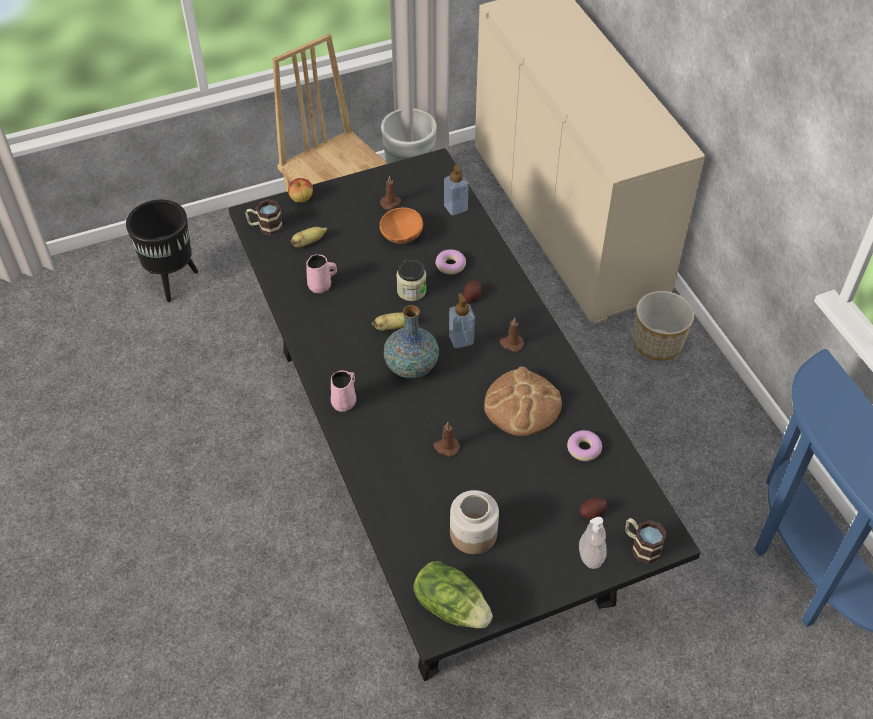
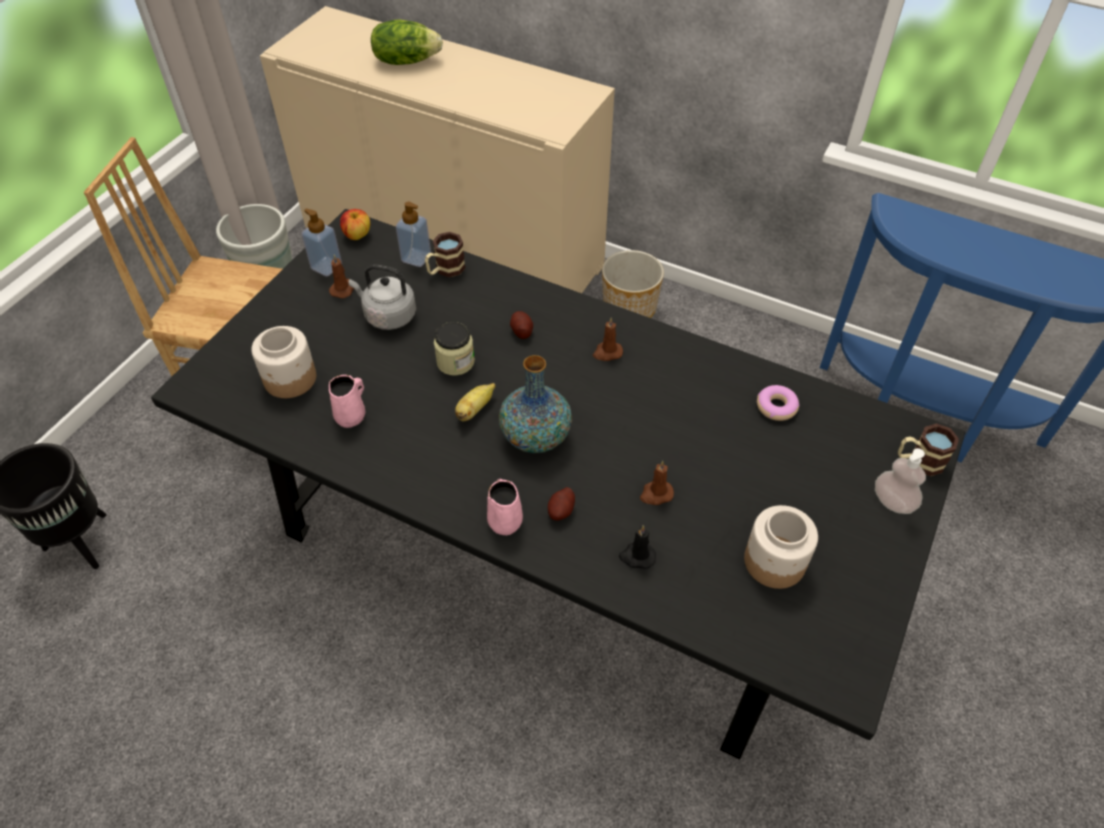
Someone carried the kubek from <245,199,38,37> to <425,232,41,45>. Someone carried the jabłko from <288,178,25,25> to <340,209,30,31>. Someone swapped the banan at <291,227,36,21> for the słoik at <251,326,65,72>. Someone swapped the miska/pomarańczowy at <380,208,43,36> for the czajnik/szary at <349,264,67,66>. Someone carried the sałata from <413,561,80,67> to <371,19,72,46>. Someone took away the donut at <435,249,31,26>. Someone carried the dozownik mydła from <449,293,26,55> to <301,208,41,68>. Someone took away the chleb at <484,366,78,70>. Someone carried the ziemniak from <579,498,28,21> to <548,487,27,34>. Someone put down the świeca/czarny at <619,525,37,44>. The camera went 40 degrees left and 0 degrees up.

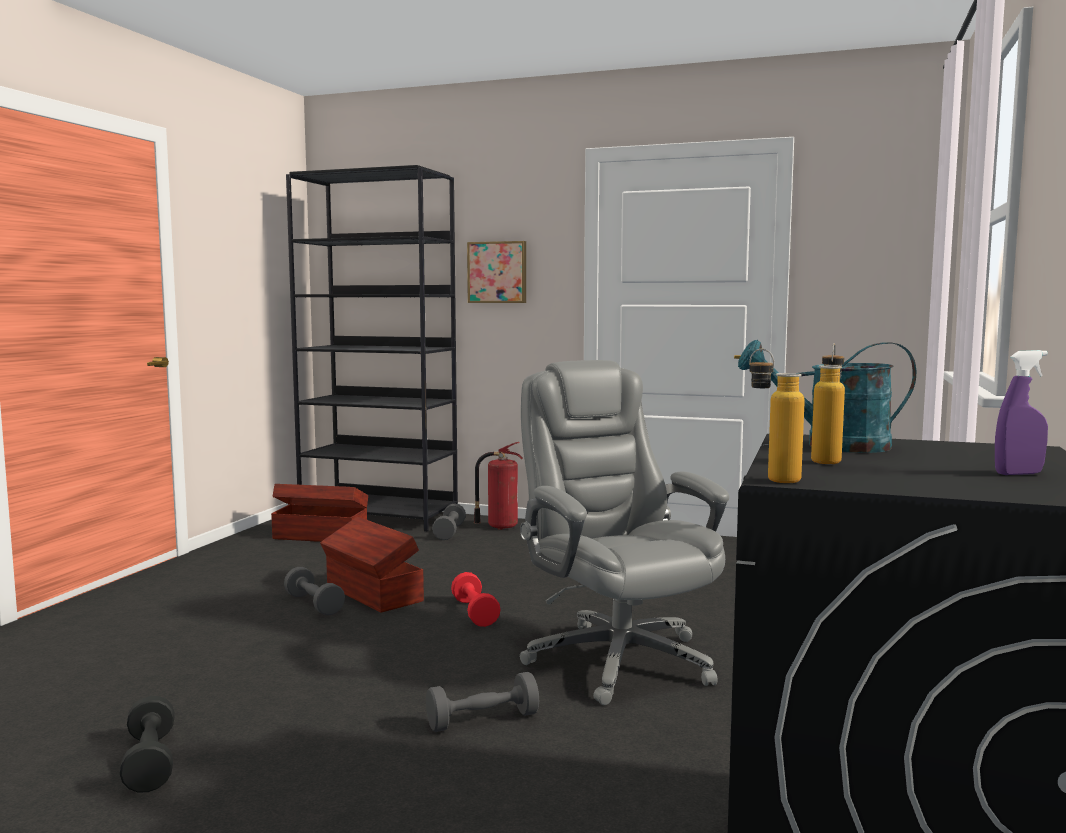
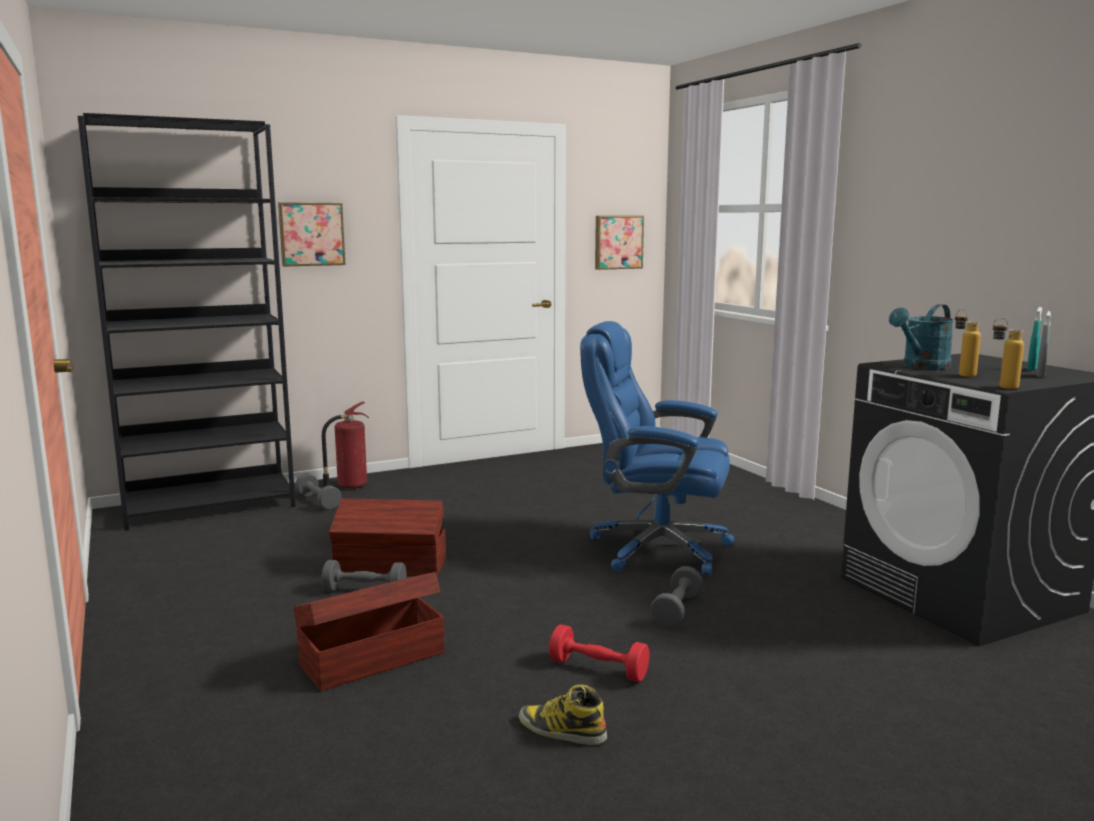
Someone swapped the hantel/czarny at <120,696,55,96> for the but z cholewką at <519,685,88,60>. Someone carried the pojemnik do przechowywania/brązowy from <271,484,97,58> to <293,572,151,119>. Someone carried the hantel/czerwony from <451,572,50,55> to <549,624,101,58>. Someone repainted the krzesło biurowe/szary at <520,360,209,345>, which became the krzesło biurowe/niebieski at <580,321,155,255>. Someone repainted the spryskiwacz/fioletowy at <995,350,53,125>, which became the spryskiwacz/turkusowy at <1027,307,15,63>. Someone put up the obraz at <595,216,49,54>. Someone put down the spryskiwacz/szary at <1036,311,15,66>. The camera went 45 degrees left and 5 degrees up.

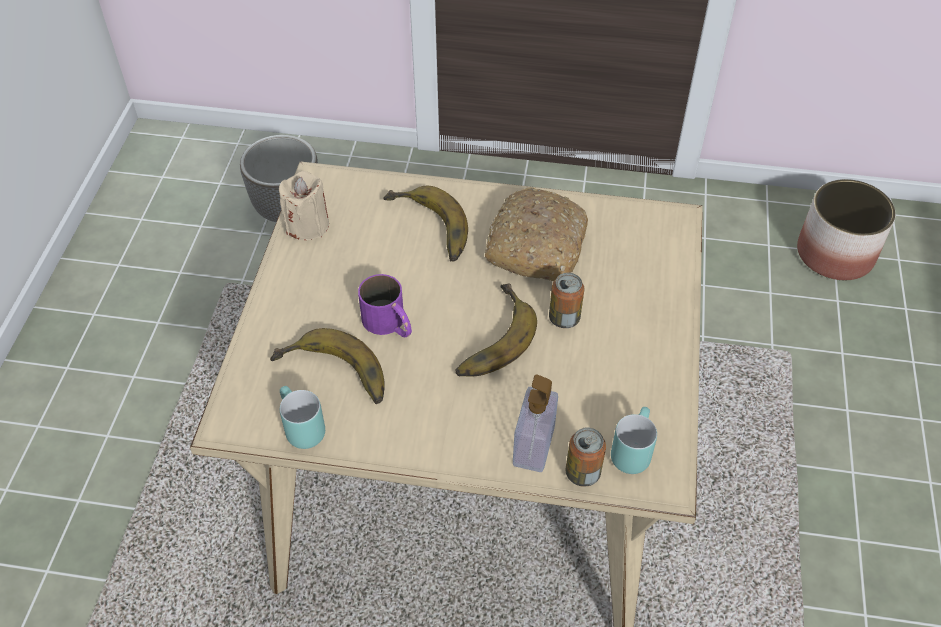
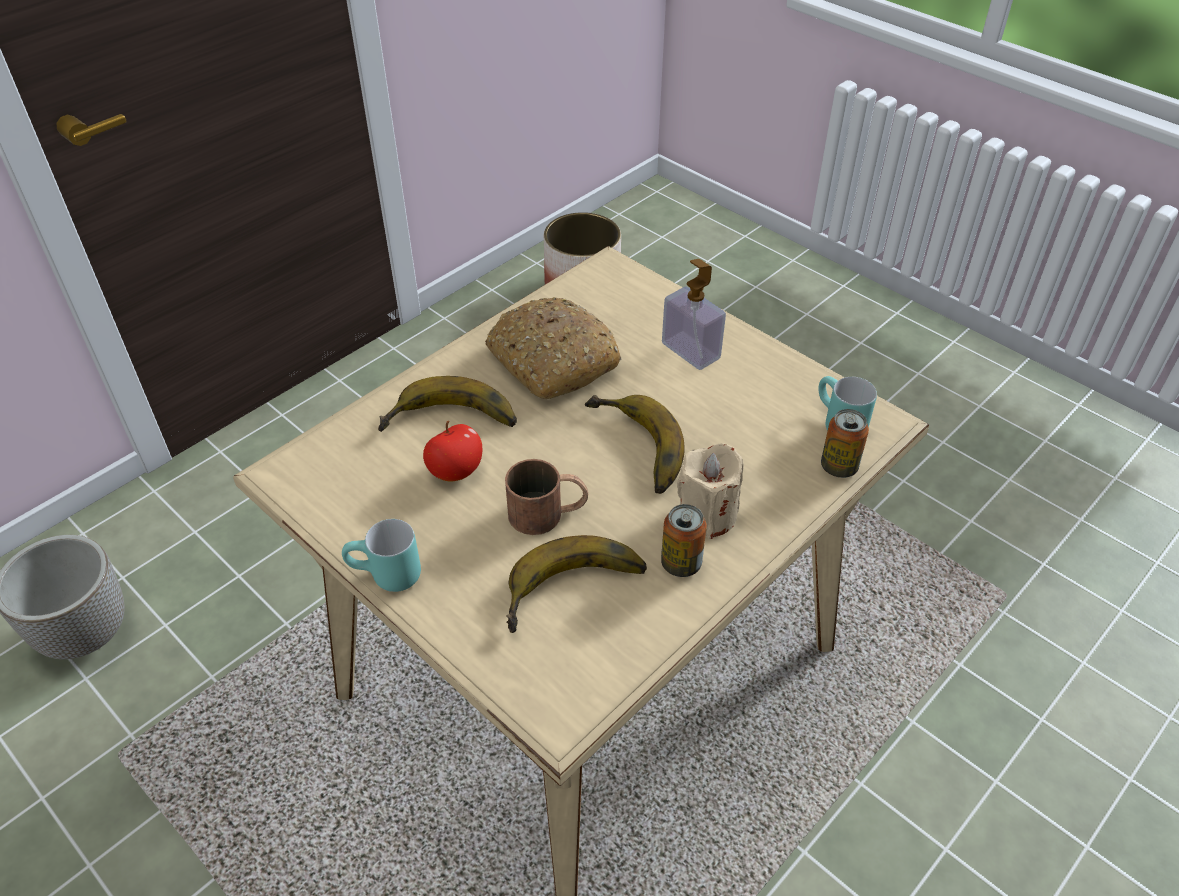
Someone carried the świeca/beżowy from <279,171,50,69> to <677,444,67,95>. Someone carried the kubek/turkusowy from <280,386,45,63> to <342,519,79,73>. Someone repainted the kubek/fioletowy at <358,274,54,63>, which became the kubek/brązowy at <505,459,83,76>. Someone carried the dozownik mydła from <513,374,45,98> to <662,259,64,111>. Someone carried the puszka from <549,273,35,55> to <661,504,46,73>. Someone put down the jabłko at <423,421,59,60>. The camera went 55 degrees left and 5 degrees down.

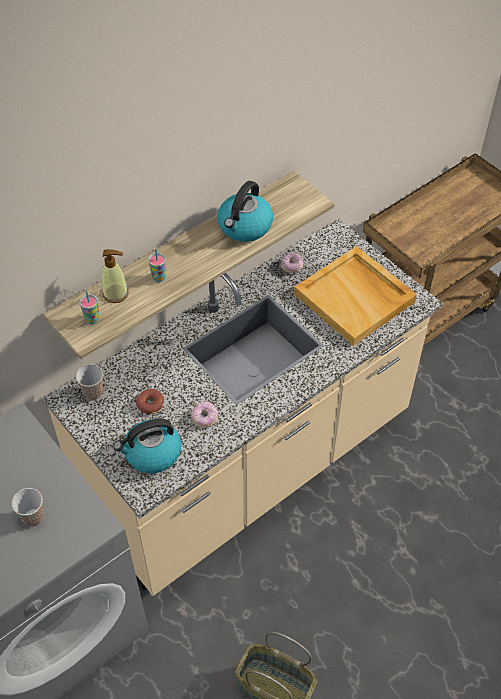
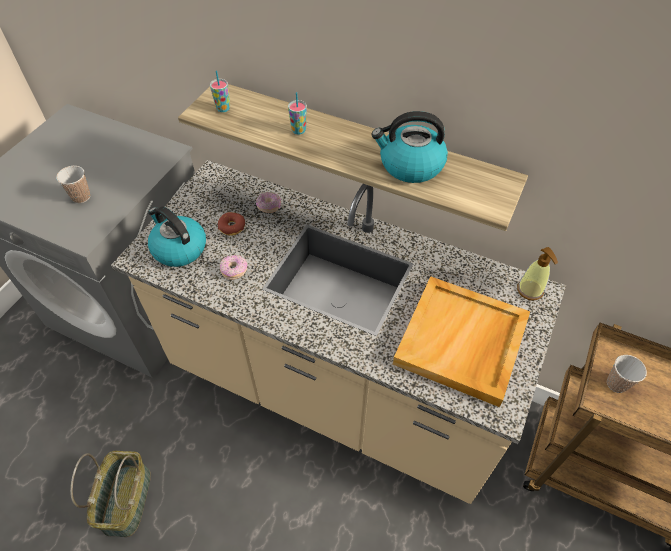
Someone carried the filiżanka from <76,364,27,37> to <607,355,40,38>. Someone carried the dozownik mydła from <102,249,27,54> to <517,247,41,54>. Someone carried the donut from <281,252,23,21> to <256,192,25,21>. The camera went 65 degrees right and 0 degrees up.

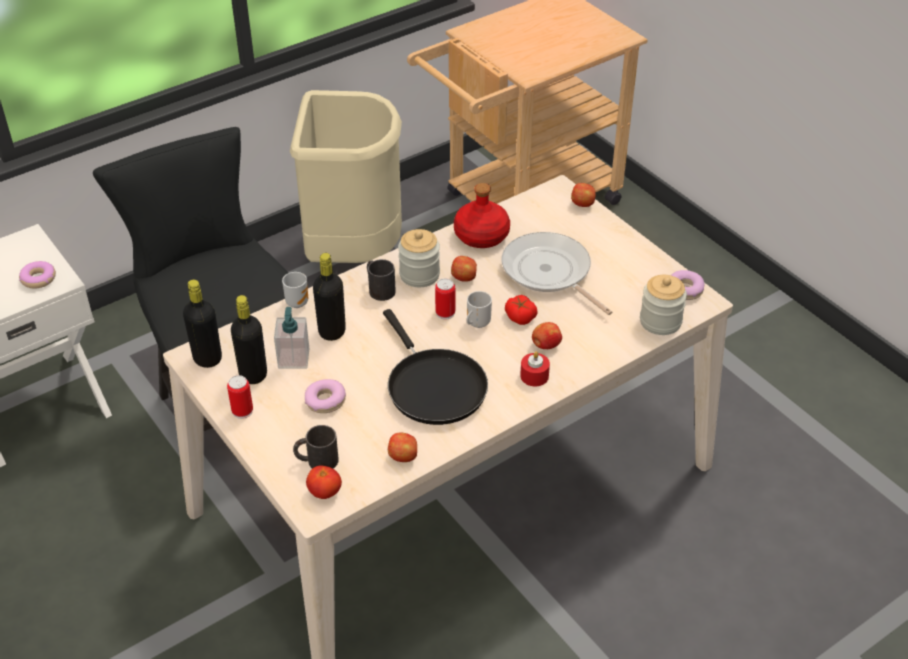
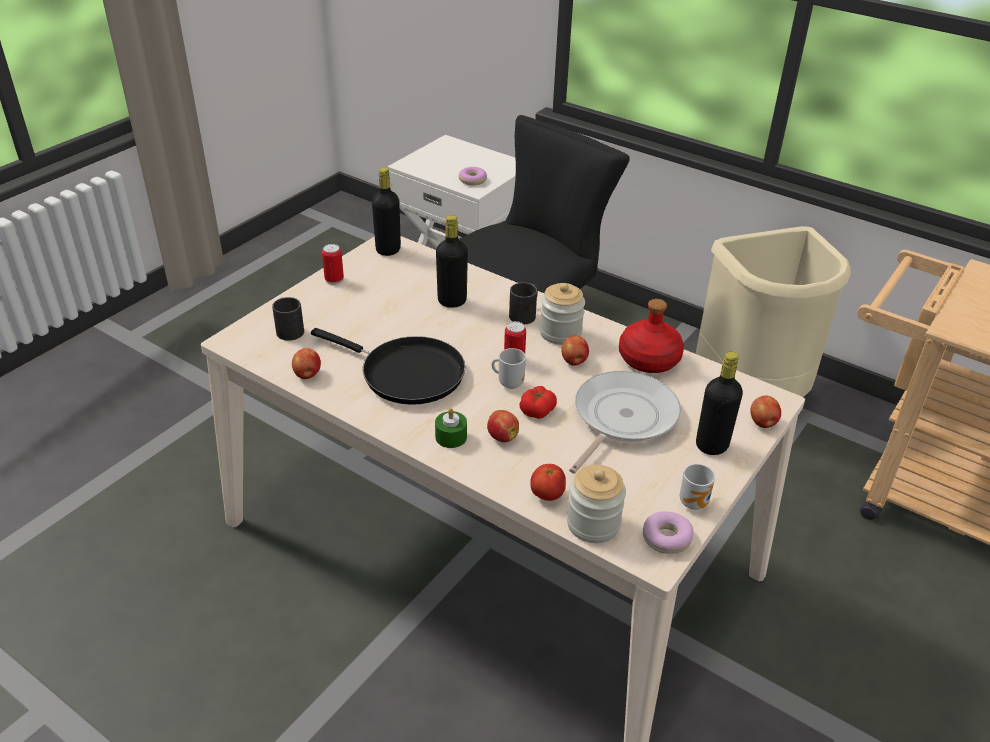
Someone carried the butelka/czarny from <231,295,36,89> to <696,352,47,103>. Someone took away the dozownik mydła at <274,307,35,62>. Someone carried the kubek from <282,272,26,36> to <680,464,35,46>. Someone took away the donut at <305,379,41,34>. Someone carried the pomidor from <306,465,36,34> to <530,464,36,37>. Someone rotated the patelnia/czarny at <383,309,105,116> by 105 degrees counterclockwise. Someone repainted the świeca/czerwony at <520,351,30,35>, which became the świeca/zielony at <435,408,32,40>. The camera went 70 degrees right and 5 degrees down.

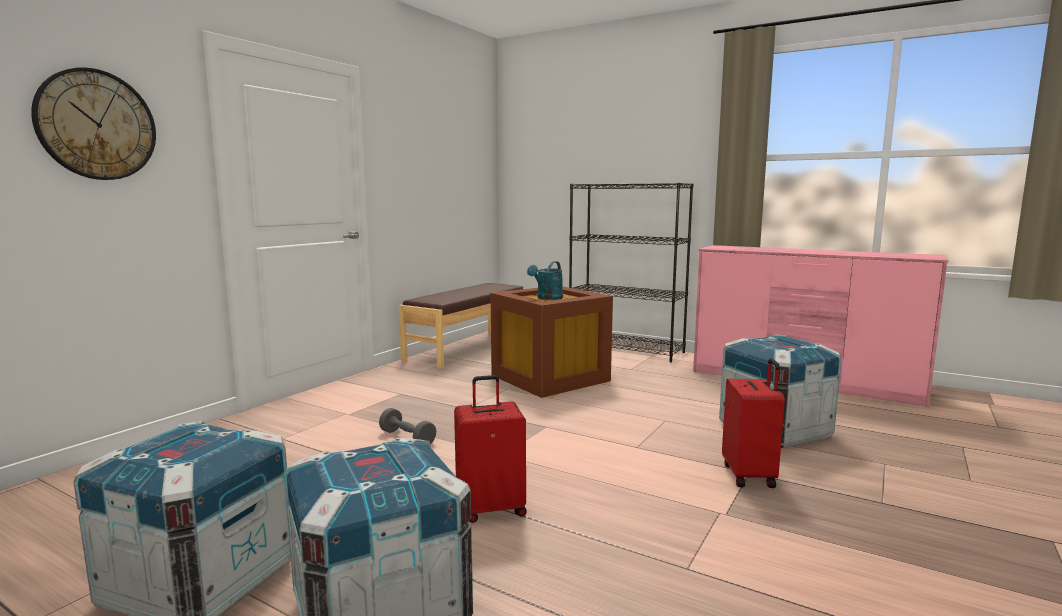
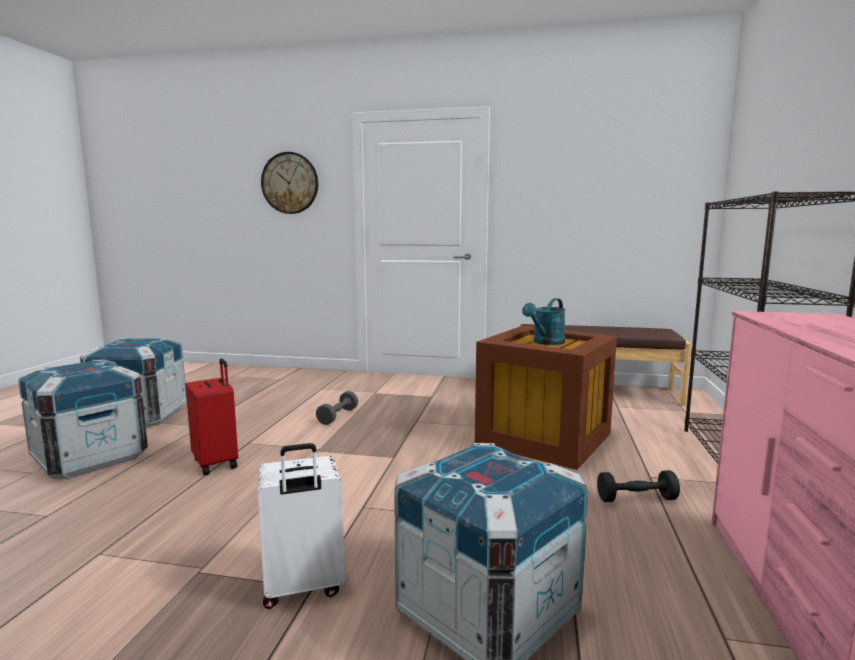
Someone rotated the konewka/turkusowy at <527,261,36,39> by 60 degrees counterclockwise. Someone repainted the walizka/czerwony at <722,358,63,130>, which became the walizka/biały at <258,443,87,166>. Someone put down the hantel/czarny at <597,470,83,32>. The camera went 70 degrees right and 0 degrees up.

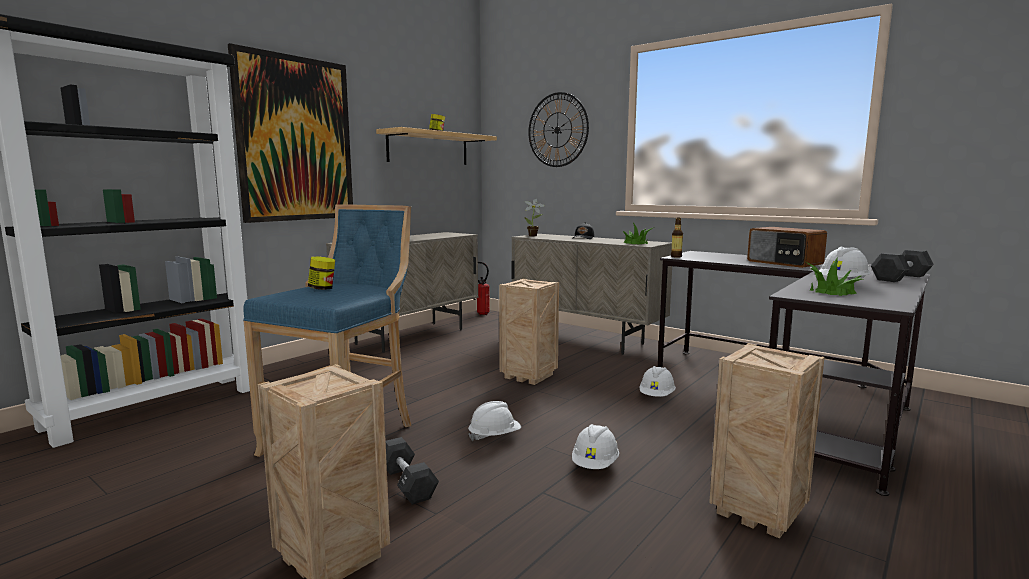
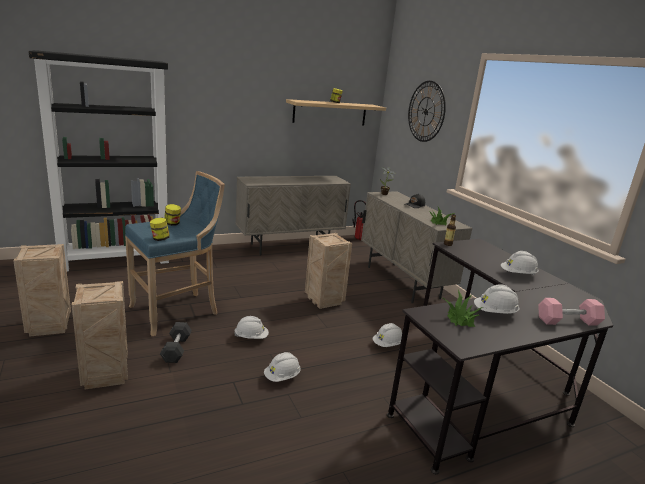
Someone took away the obraz at <228,43,125,180>. Someone carried the skrzynka from <709,343,116,195> to <13,244,58,93>. Someone swapped the radio at <747,227,80,41> for the kask/biały at <501,251,38,24>. Someone repainted the hantel/czarny at <871,249,63,33>, which became the hantel/różowy at <538,298,67,28>. Someone put down the słoik at <150,218,20,23>. The camera went 25 degrees right and 10 degrees up.

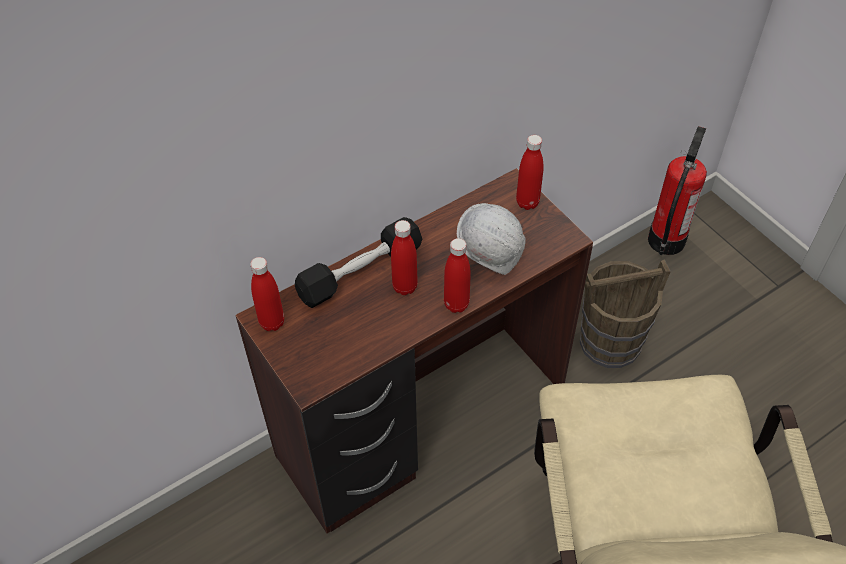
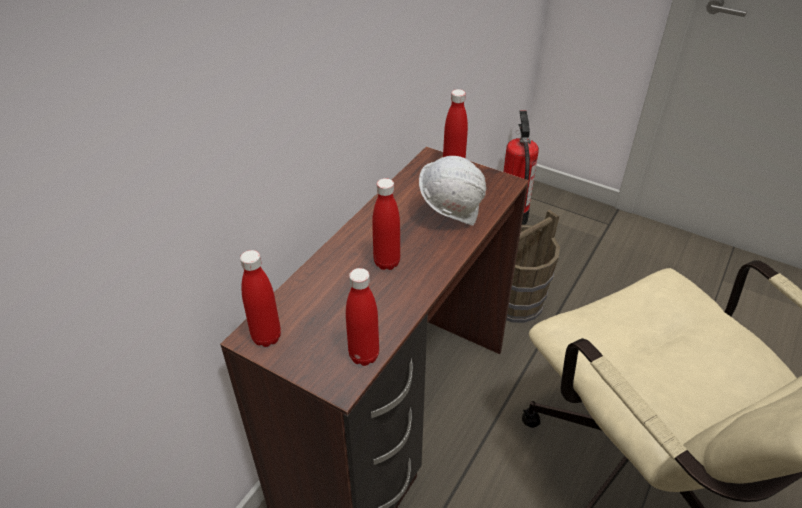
Someone took away the hantel/czarny at <295,217,127,91>. Someone carried the butelka/czerwony from <444,238,27,75> to <346,268,33,98>. The camera went 25 degrees left and 10 degrees down.

